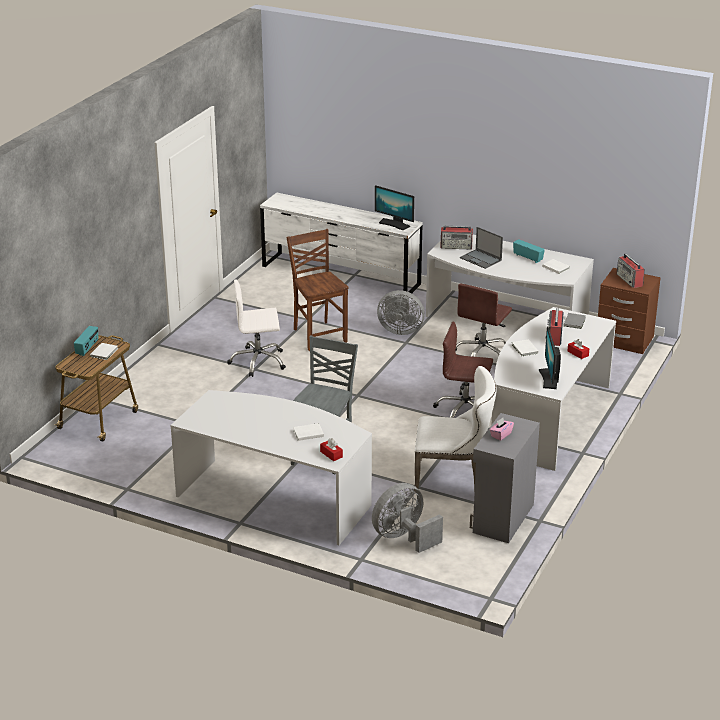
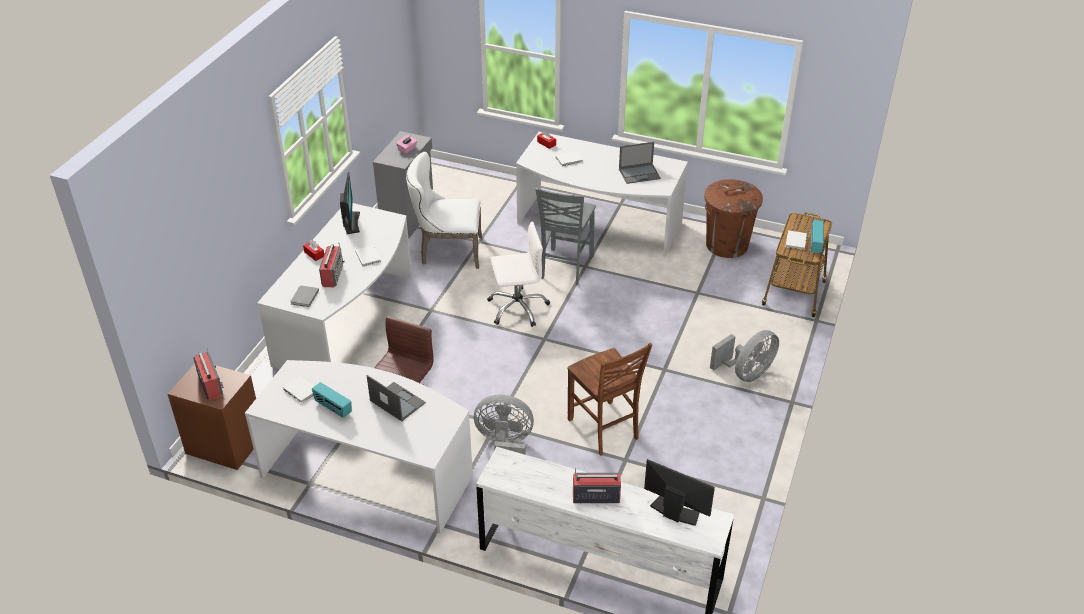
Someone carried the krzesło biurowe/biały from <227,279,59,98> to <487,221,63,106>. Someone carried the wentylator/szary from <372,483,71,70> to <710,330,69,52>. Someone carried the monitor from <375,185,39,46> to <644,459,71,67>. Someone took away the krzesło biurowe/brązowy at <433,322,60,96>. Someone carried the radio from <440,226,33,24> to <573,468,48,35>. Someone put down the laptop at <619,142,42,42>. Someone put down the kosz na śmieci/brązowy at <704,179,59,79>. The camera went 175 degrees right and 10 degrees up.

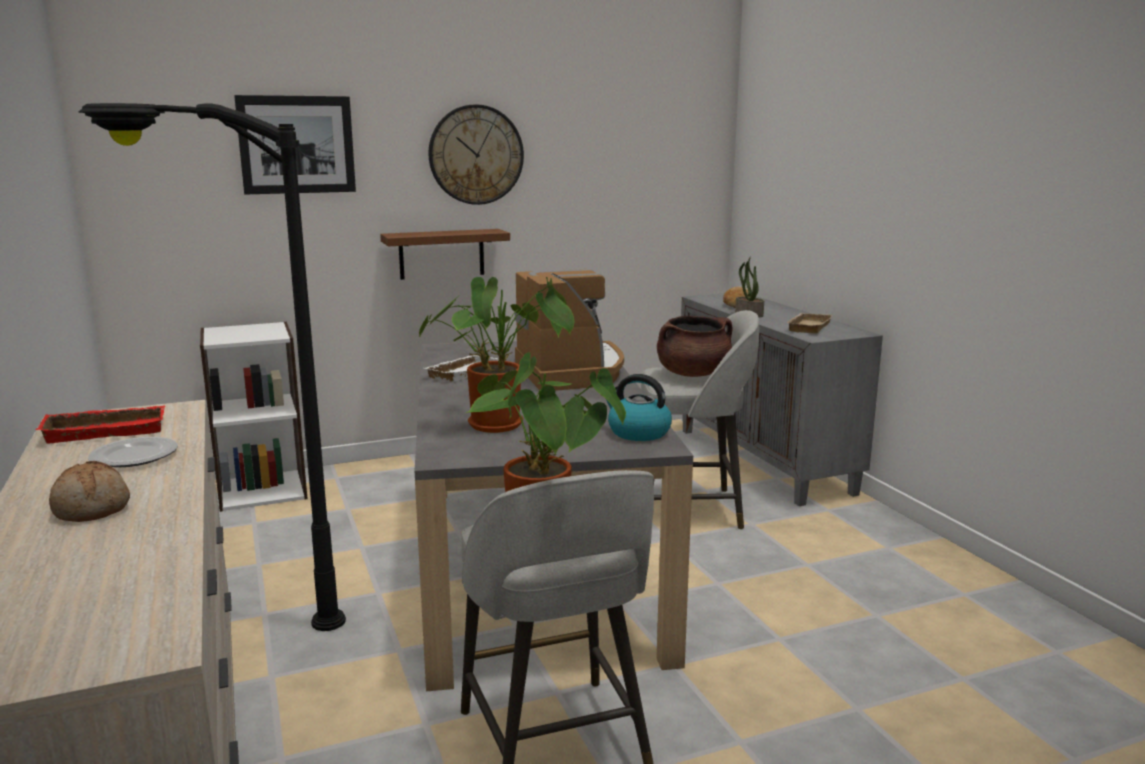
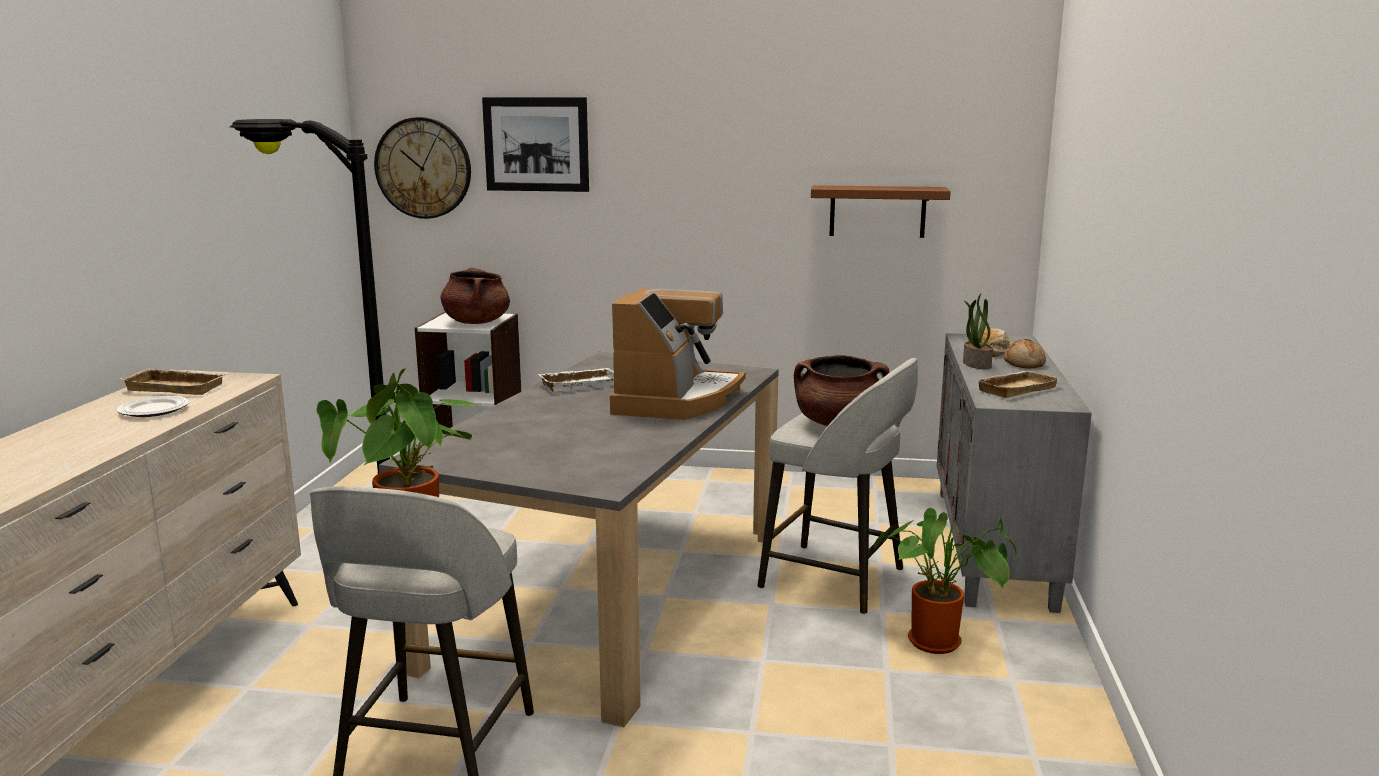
Someone repainted the taca/czerwony at <36,406,129,37>, which became the taca/beżowy at <119,368,109,27>. Someone carried the chleb from <49,461,81,61> to <1004,339,42,29>. Someone carried the półka/brązowy from <380,229,130,51> to <811,185,140,53>. Someone carried the roślina doniczkowa from <419,277,156,156> to <874,508,143,146>. Someone carried the zegar ścienny from <428,104,96,101> to <374,117,97,102>. Someone took away the czajnik at <605,374,67,67>. Someone put down the garnek/brązowy at <441,268,69,56>. The camera went 30 degrees right and 0 degrees up.

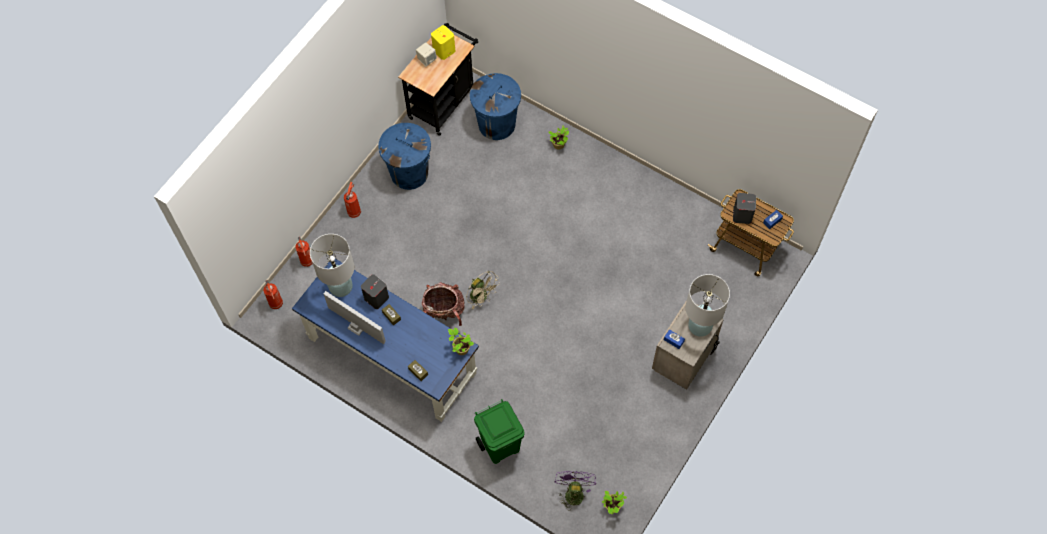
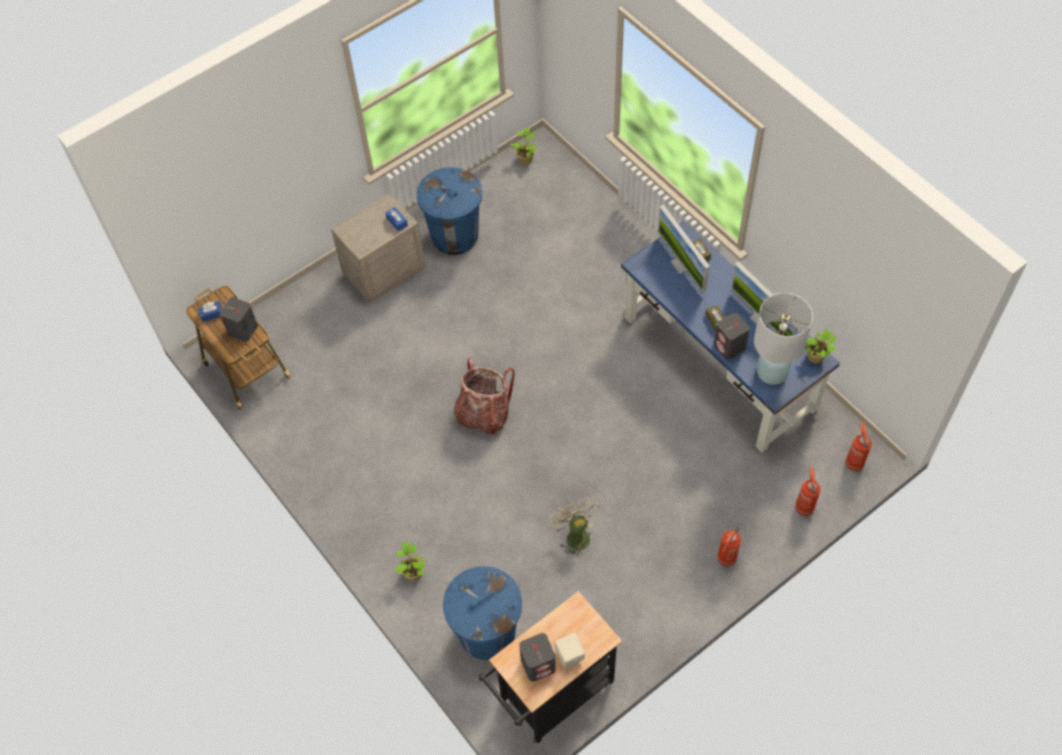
Someone carried the kosz na śmieci/niebieski from <378,123,53,67> to <417,167,65,88>. Someone carried the plecak from <422,282,42,44> to <454,358,61,76>. Someone repainted the głośnik/żółty at <431,25,24,35>, which became the głośnik/szary at <519,633,37,49>. Someone carried the roślina doniczkowa from <448,327,26,28> to <806,328,30,35>. Someone carried the wentylator/beżowy from <466,271,33,38> to <548,497,51,61>. Someone took away the kosz na śmieci/zielony at <474,399,51,65>. Someone took away the wentylator/fioletowy at <555,471,41,40>. Someone took away the lampa stołowa/biały at <686,274,44,63>. Someone put down the monitor at <658,204,52,89>. The camera went 160 degrees left and 5 degrees down.

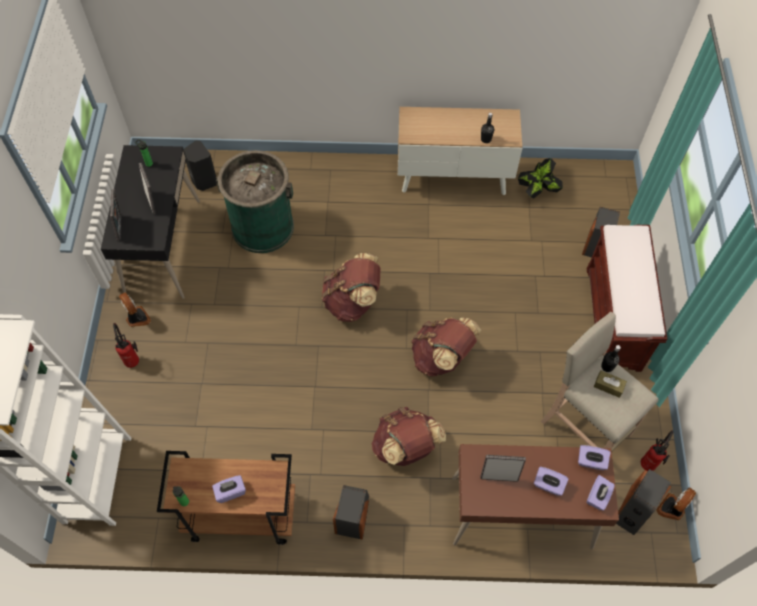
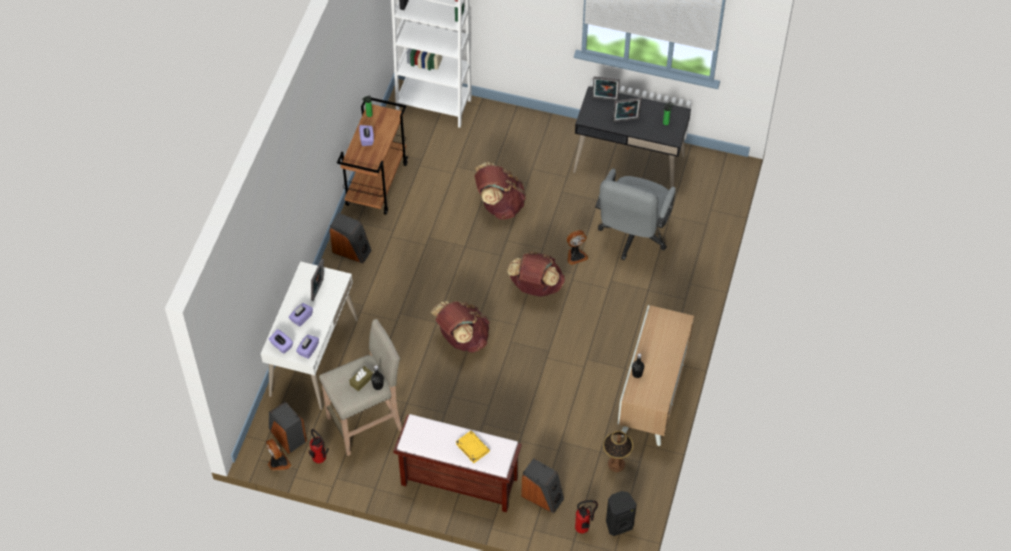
Someone carried the gaśnica from <113,323,26,45> to <575,500,23,34>. Someone carried the wentylator from <119,292,32,35> to <567,230,21,35>. Someone carried the głośnik/czarny from <184,141,33,50> to <606,491,31,45>. Someone swapped the kosz na śmieci/zielony at <216,150,78,103> for the krzesło biurowe/szary at <595,169,81,91>. Someone carried the plecak/brązowy from <371,407,75,59> to <475,162,51,57>. Someone repainted the biurko/brązowy at <452,444,167,105>, which became the biurko/biały at <261,261,97,149>. Someone swapped the roślina doniczkowa at <518,158,45,41> for the lampa stołowa at <603,431,30,41>. Someone put down the książka/żółty at <456,431,34,32>. The camera went 105 degrees right and 5 degrees down.

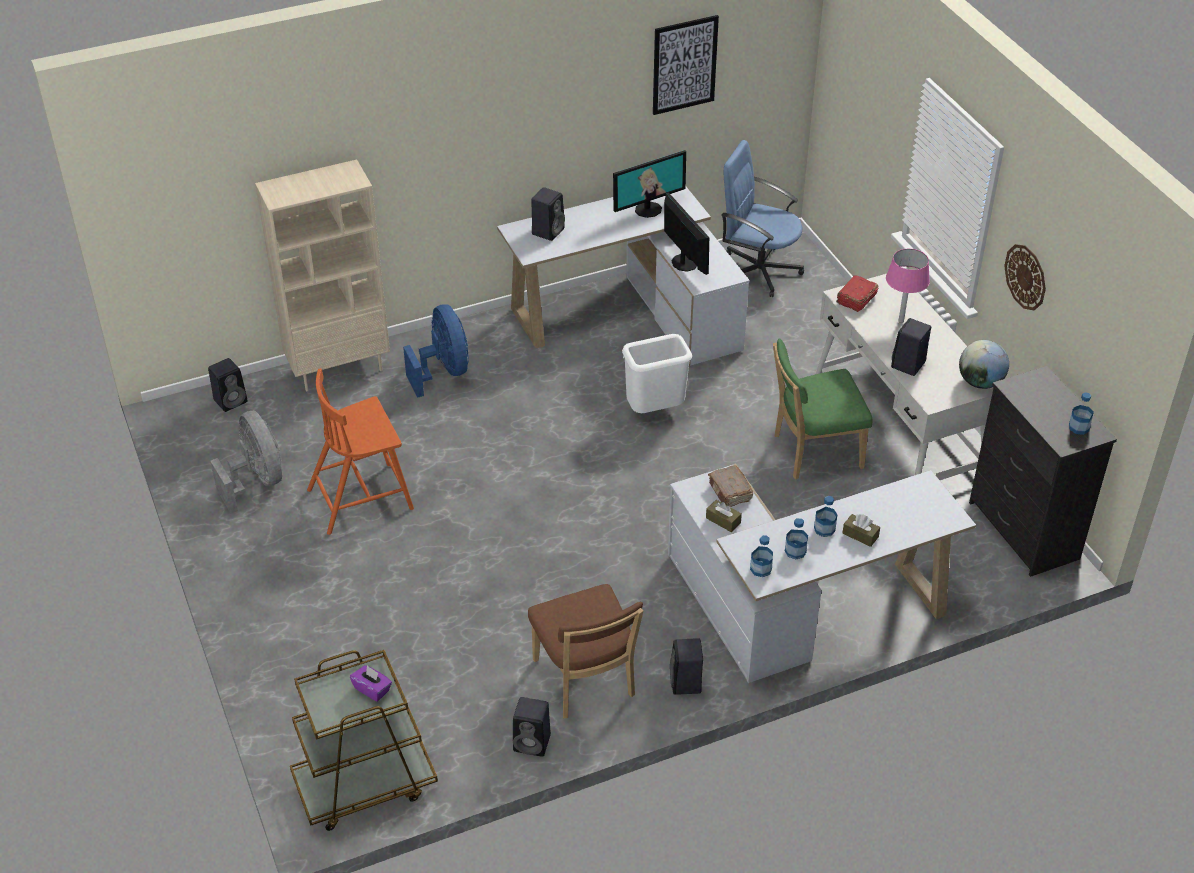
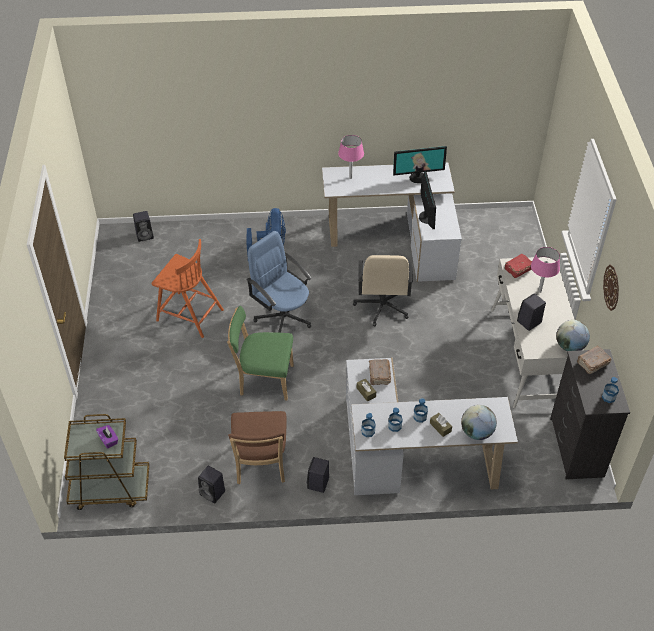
Someone took away the wentylator/szary at <210,411,72,103>. Someone took away the regał/beżowy at <255,159,135,232>. Someone rotated the krzesło/pomarańczowy at <307,369,107,166> by 150 degrees counterclockwise. Someone swapped the głośnik/czarny at <531,187,34,54> for the lampa stołowa/różowy at <338,135,26,44>. Someone swapped the kosz na śmieci/biały at <622,334,70,79> for the krzesło biurowe/beżowy at <353,255,60,71>. Someone took away the obraz at <653,15,66,100>. Someone carried the krzesło biurowe/niebieski from <721,140,83,157> to <246,231,66,102>. Someone carried the krzesło/zielony from <773,338,100,141> to <227,306,67,94>. Someone put down the globus at <461,405,36,35>. Someone put down the książka/brązowy at <577,345,35,29>. The camera went 20 degrees right and 5 degrees up.

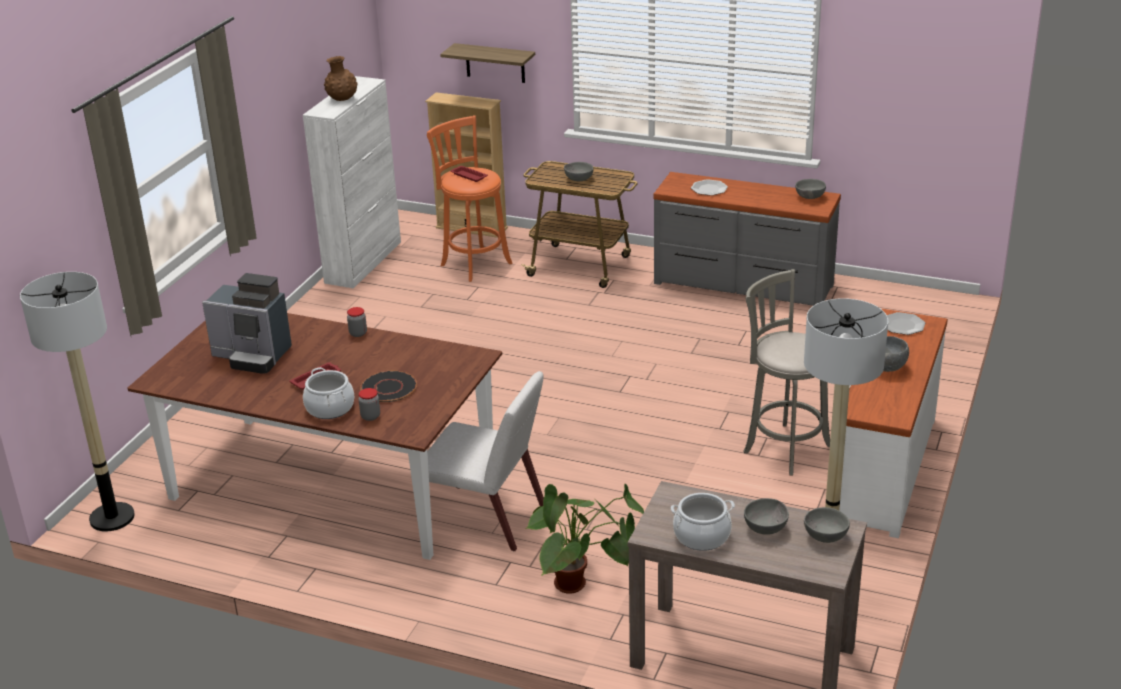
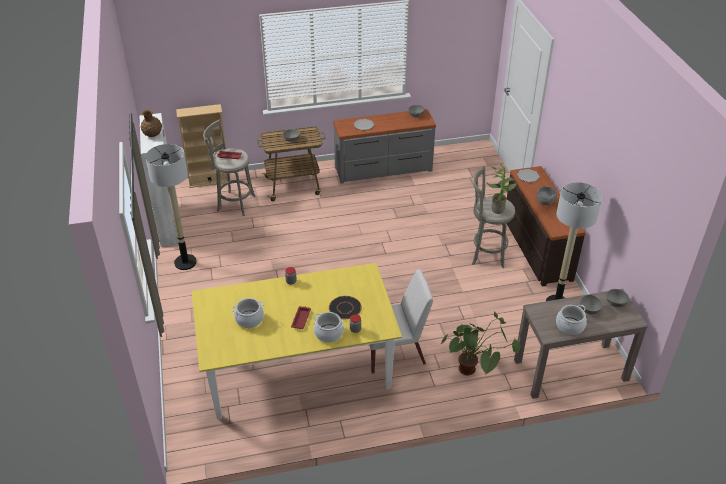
Someone carried the lampa stojąca from <20,272,115,260> to <145,144,52,126>. Someone repainted the stół jadalny/brązowy at <127,313,375,247>, which became the stół jadalny/żółty at <192,263,210,156>. Someone swapped the ekspres do kawy at <202,273,90,101> for the garnek at <232,298,32,30>. Someone repainted the stołek/pomarańczowy at <427,115,85,167>, which became the stołek/szary at <203,119,53,97>. Someone took away the półka at <440,43,95,40>. Someone repainted the komoda/biały at <839,309,109,229>, which became the komoda/brązowy at <507,166,79,121>. Someone put down the roślina doniczkowa at <486,164,32,50>. The camera went 35 degrees left and 10 degrees up.

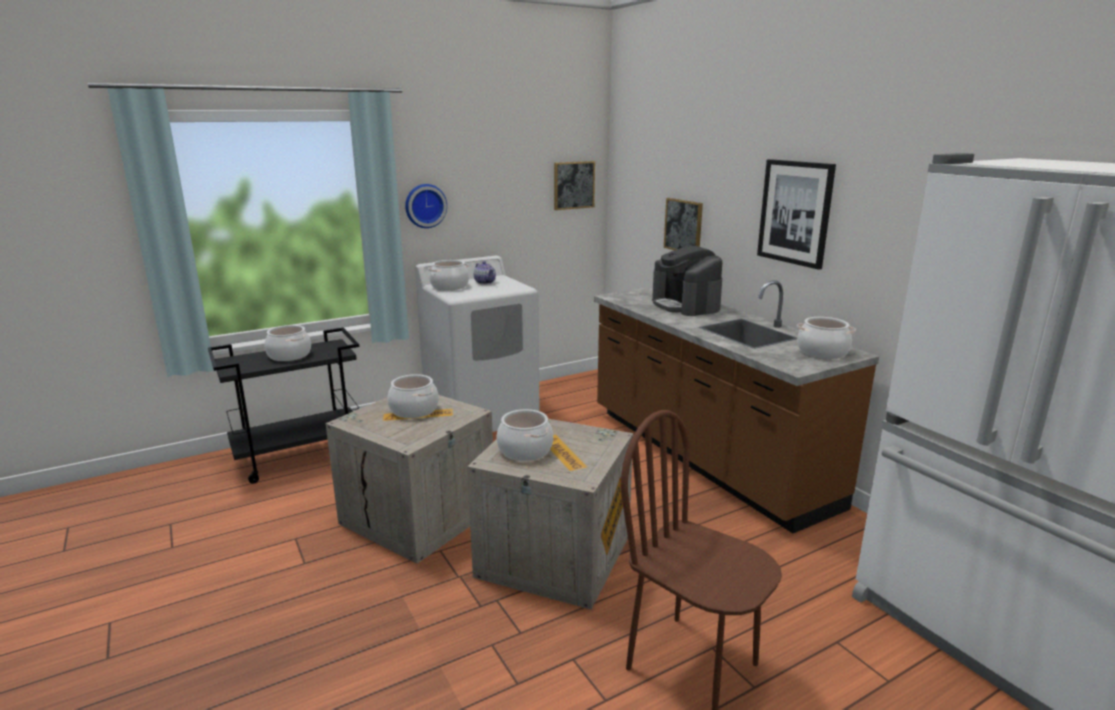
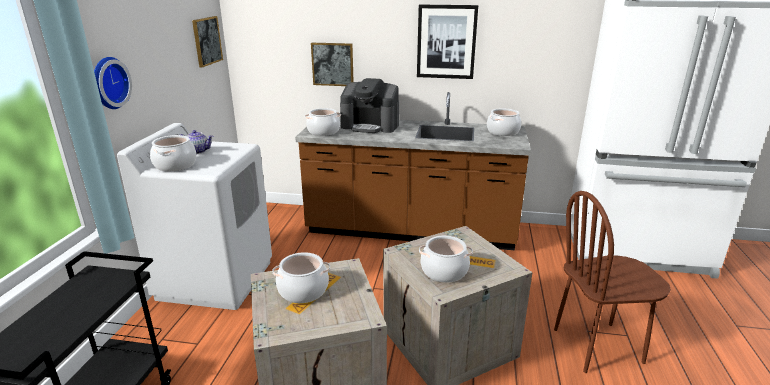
Someone carried the garnek from <264,325,47,36> to <305,108,36,28>. The camera went 50 degrees left and 5 degrees up.

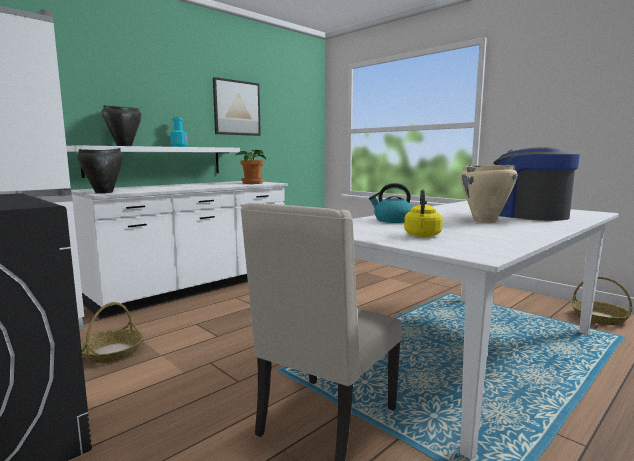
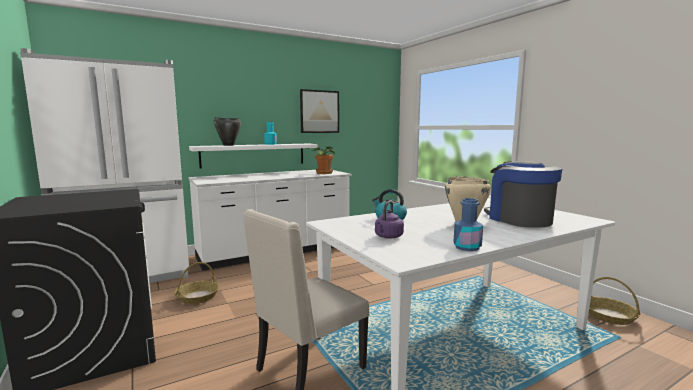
Someone took away the garnek/czarny at <77,148,46,45>. Someone repainted the czajnik/żółty at <404,190,39,47>, which became the czajnik/fioletowy at <375,201,29,38>. Someone put down the butelka/niebieski at <453,198,30,53>. The camera went 15 degrees right and 0 degrees up.

